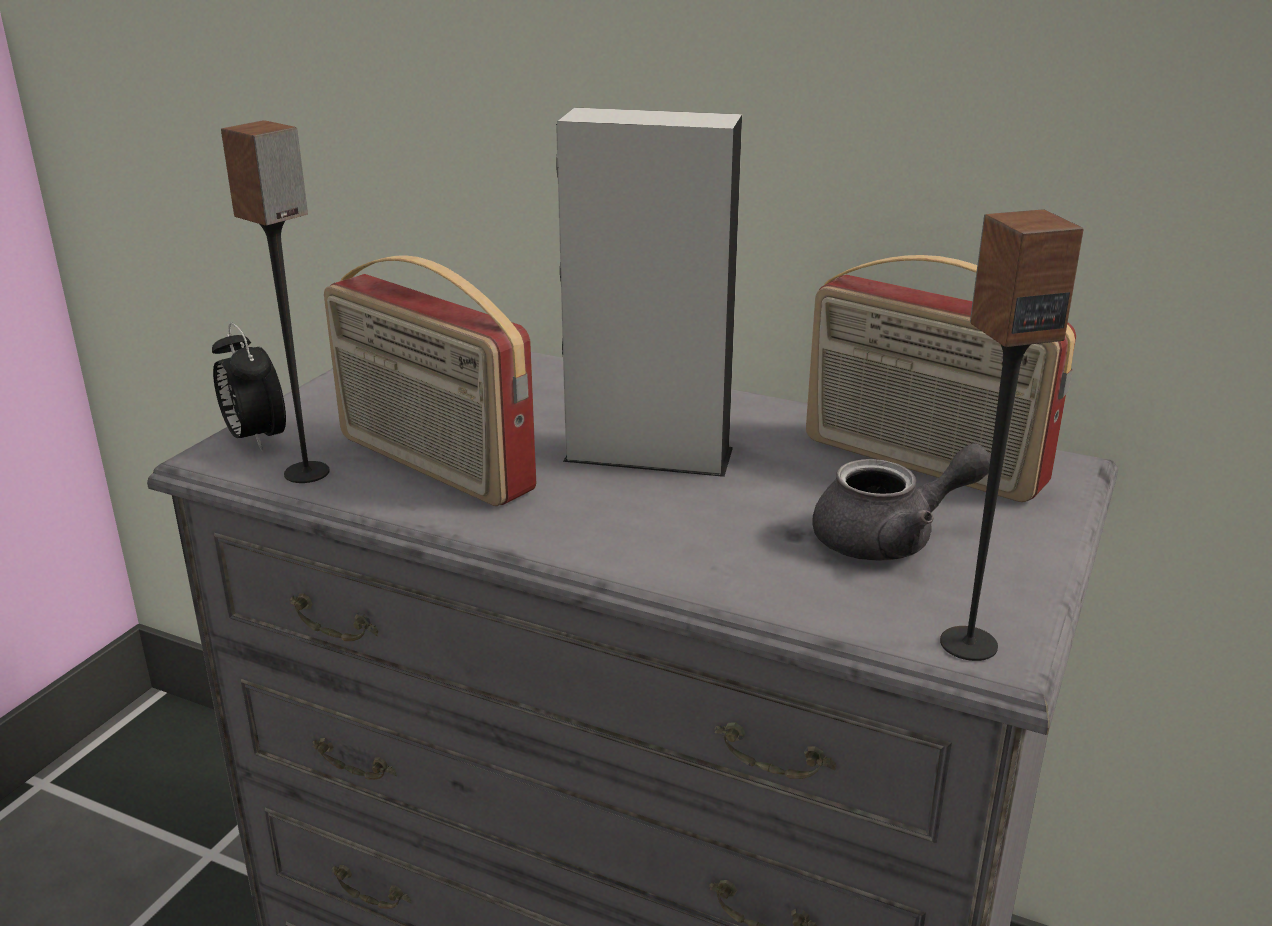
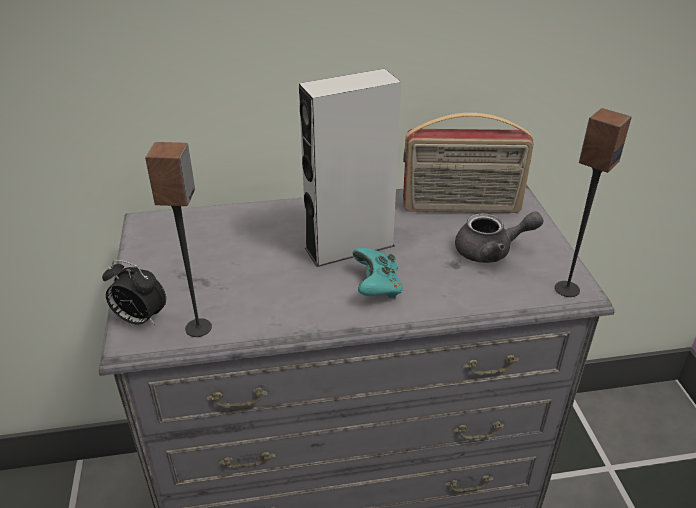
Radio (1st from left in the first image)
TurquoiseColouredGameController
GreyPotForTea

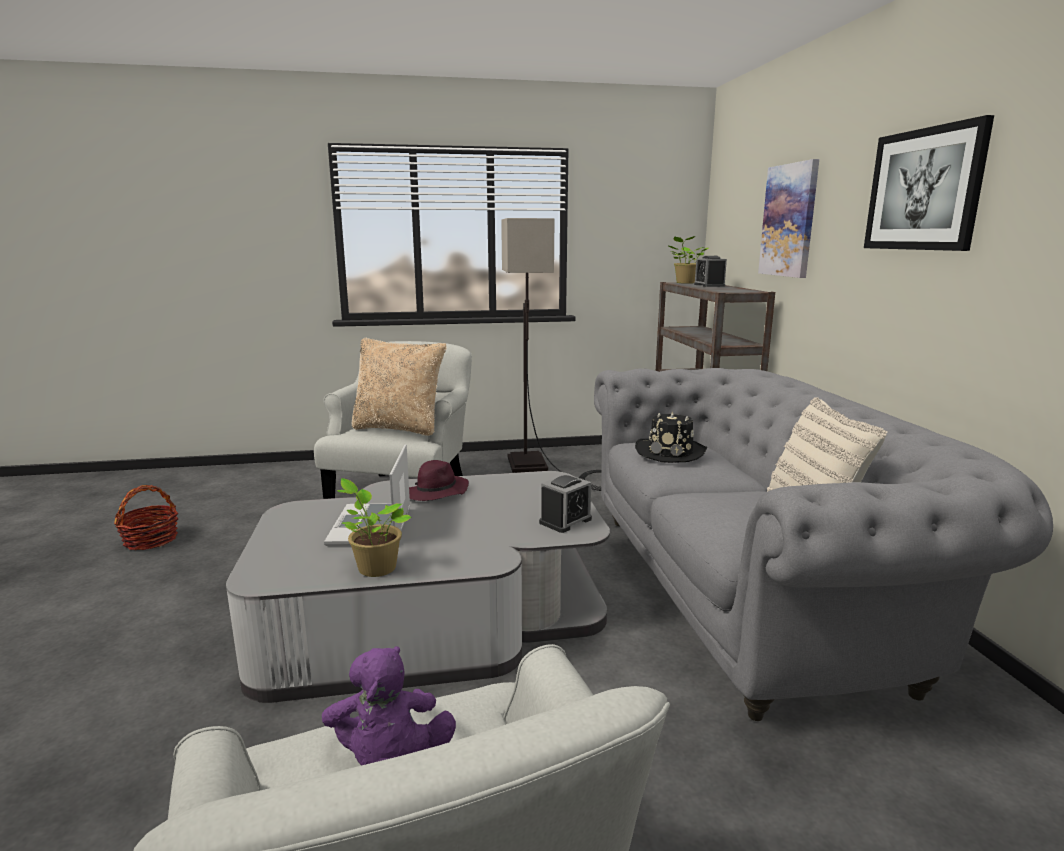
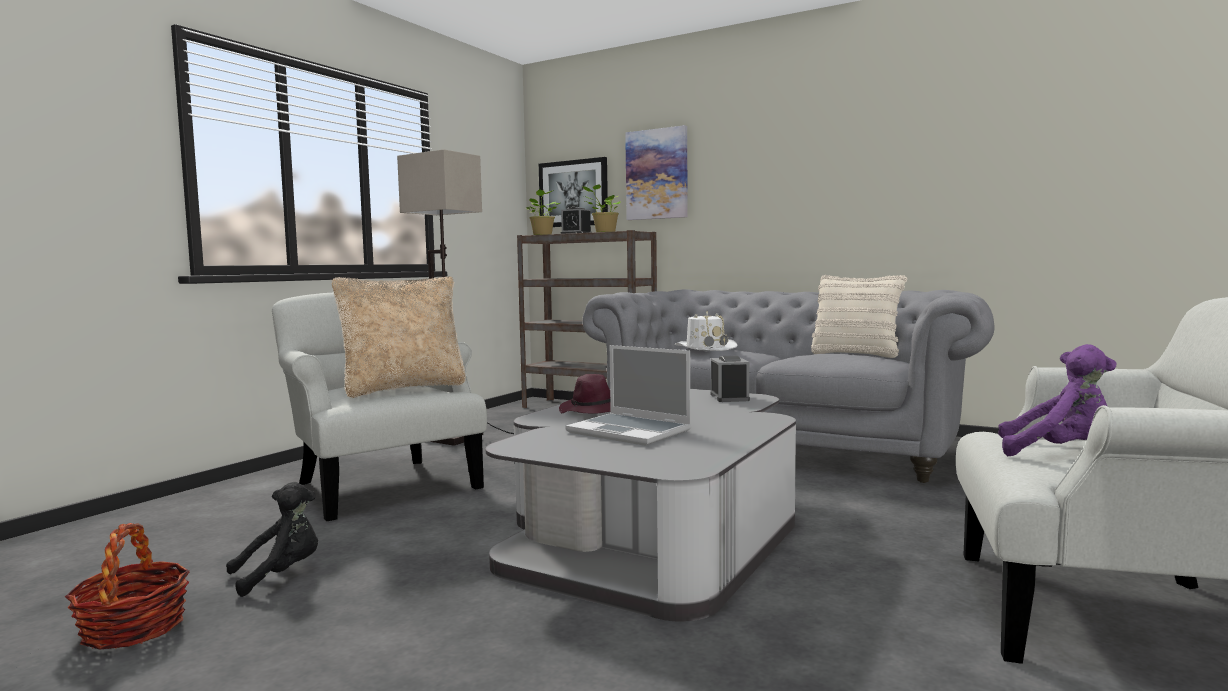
BlackColouredCuddlyToy
Houseplant (2nd from left)
WallArt (1st from left)
WhitishHat

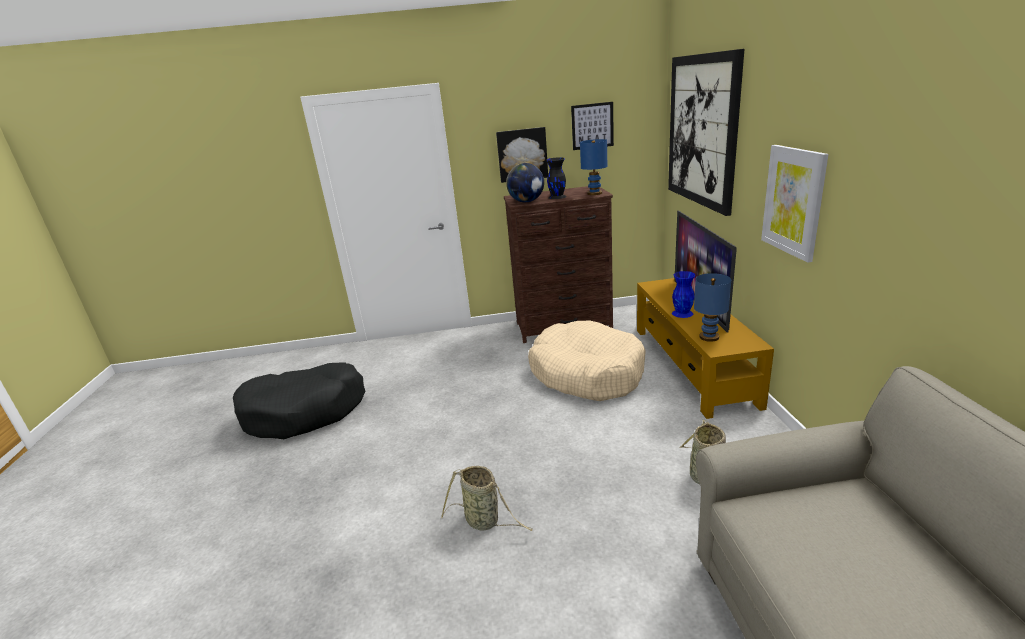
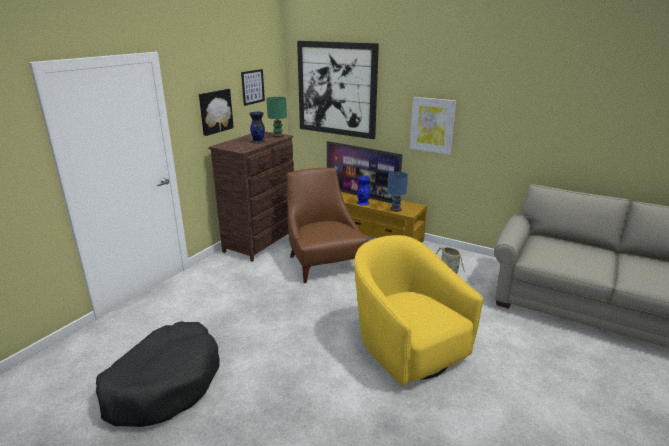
WorldGlobe
YellowColouredEasyChair
BrownishEasyChair
GreenishLampForATable

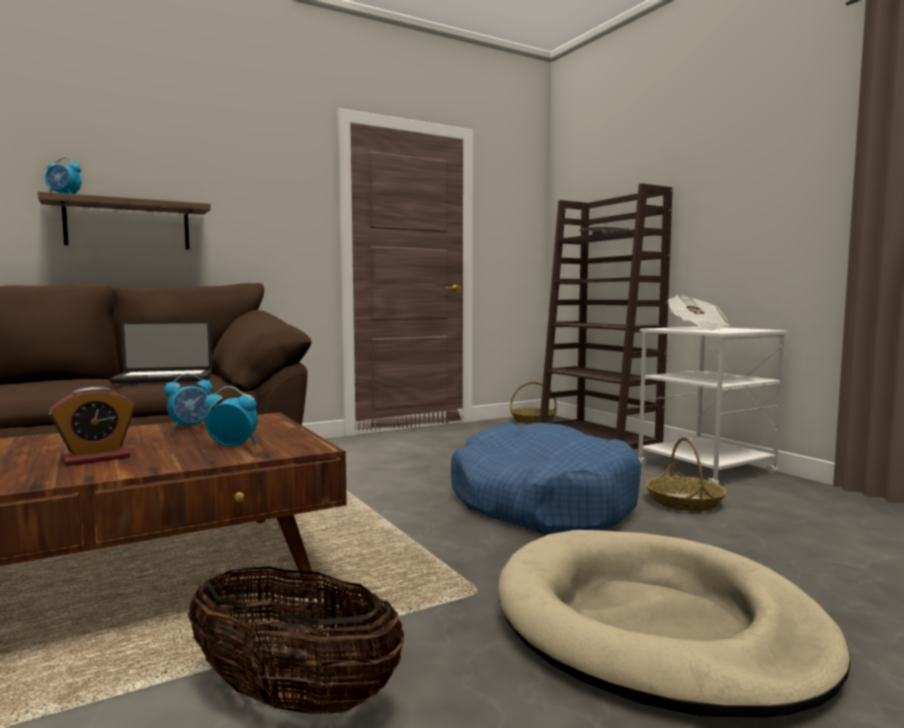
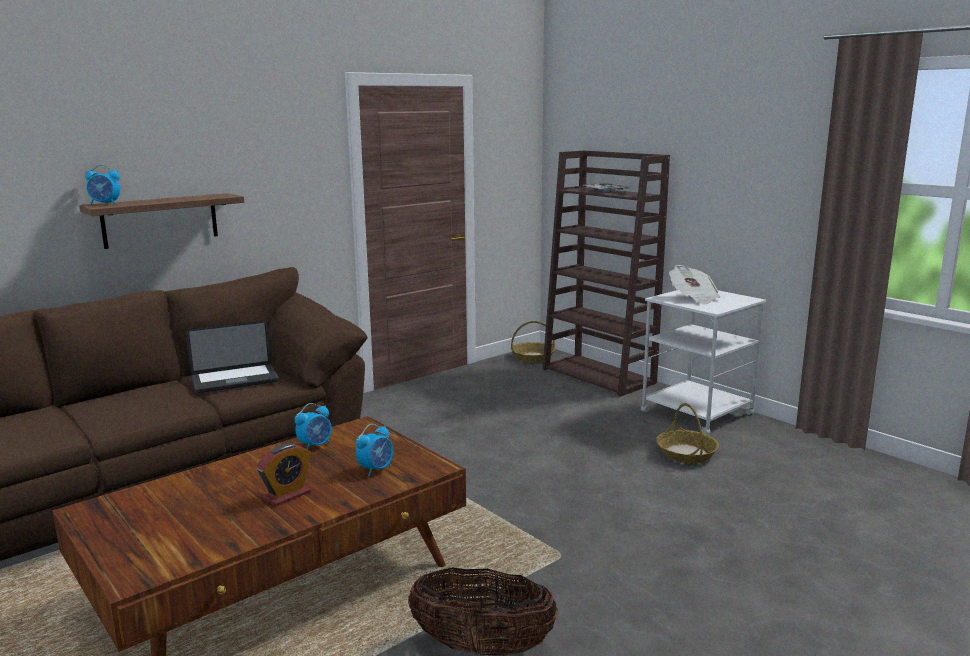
BluishDogCushion
SandColouredDogCushion
BedsideClock (4th from left)

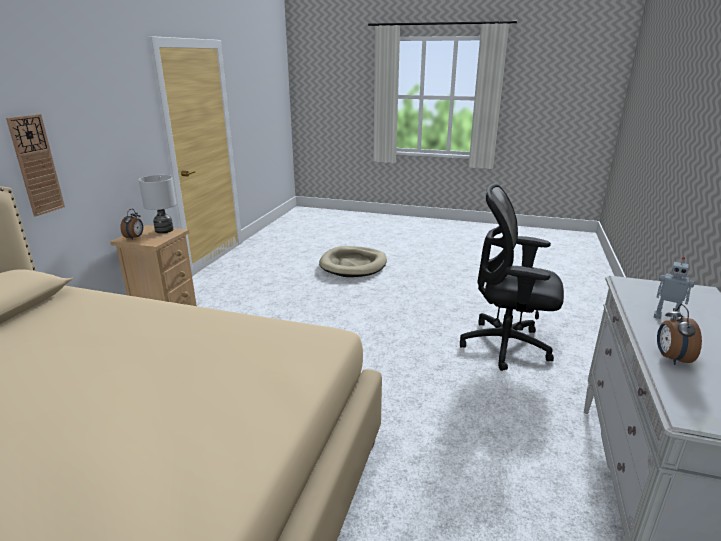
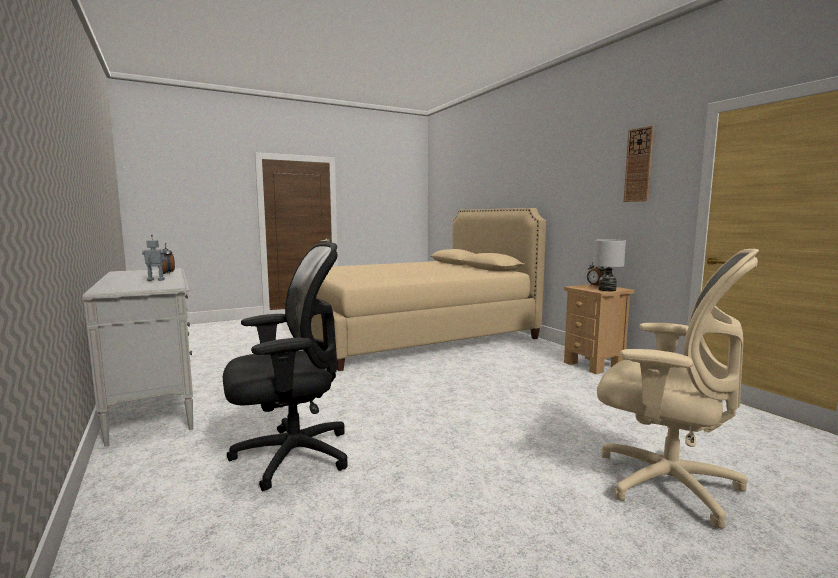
WallClock
SandColouredComputerChair

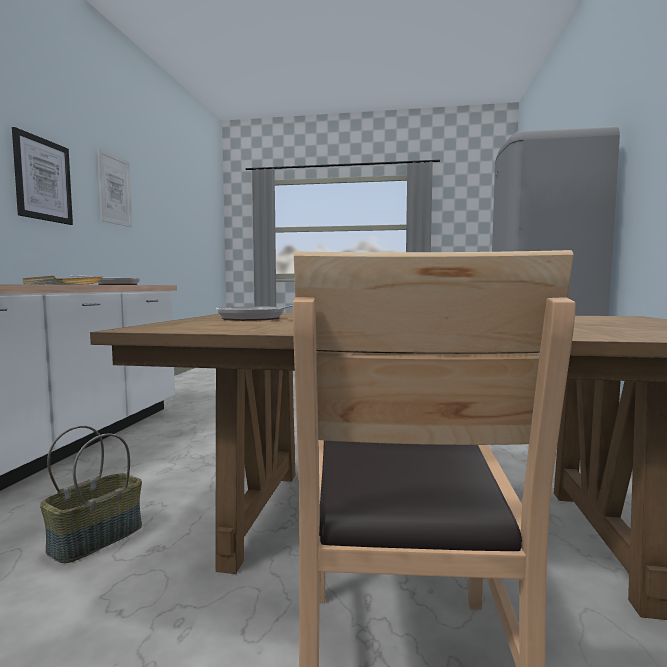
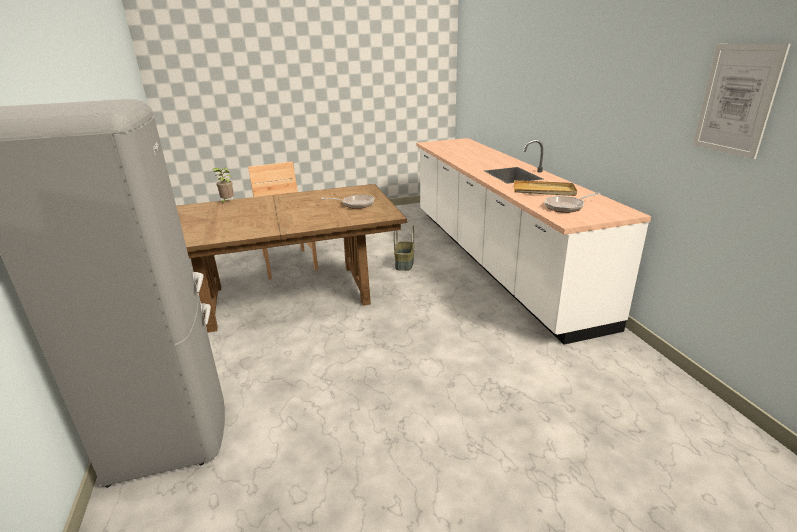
WallArt (1st from left in the first image)
Houseplant

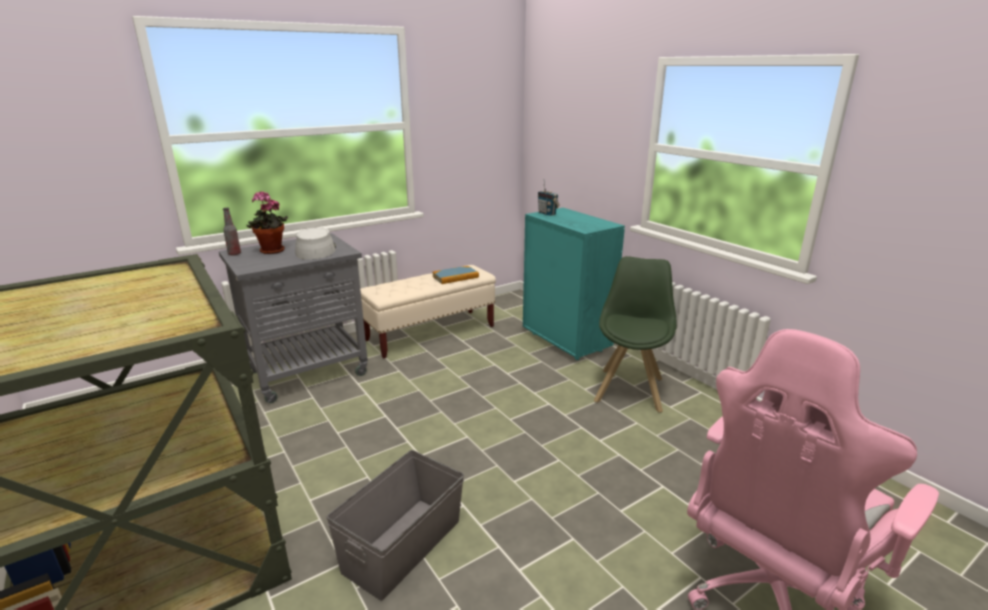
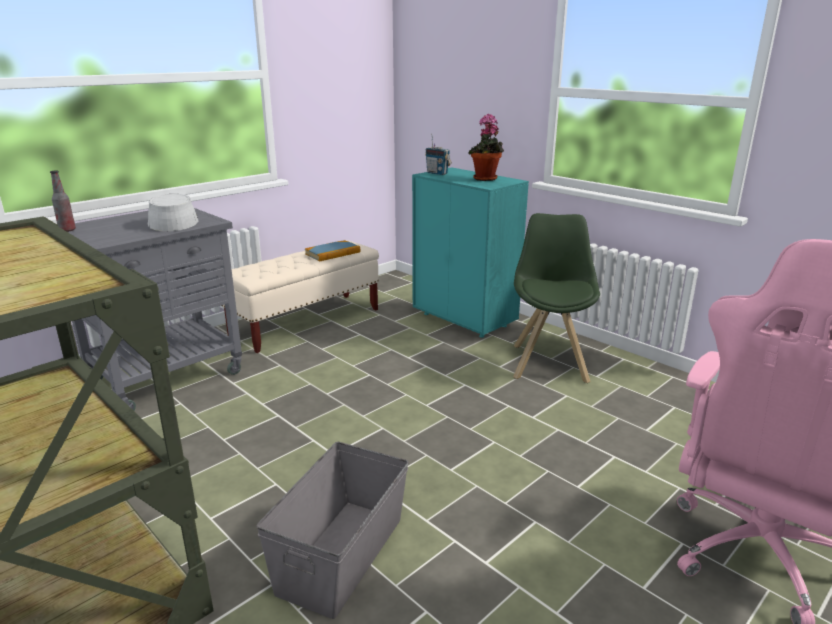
Houseplant

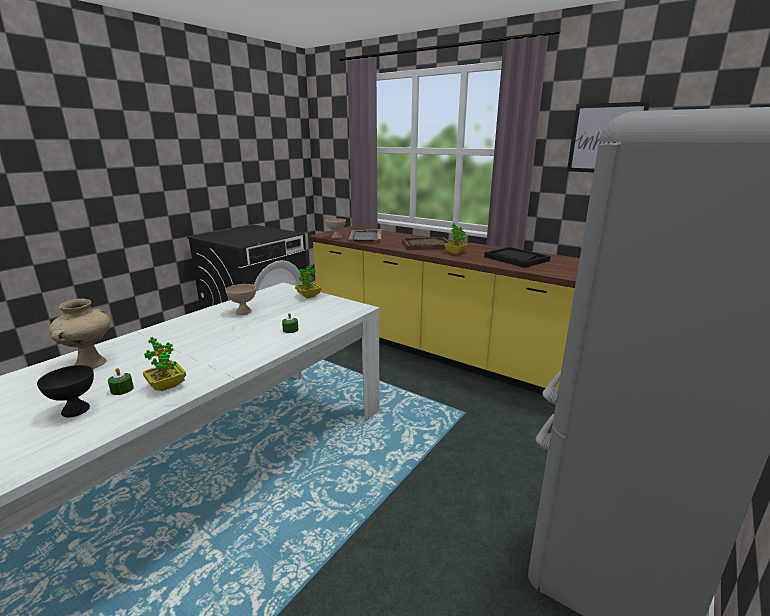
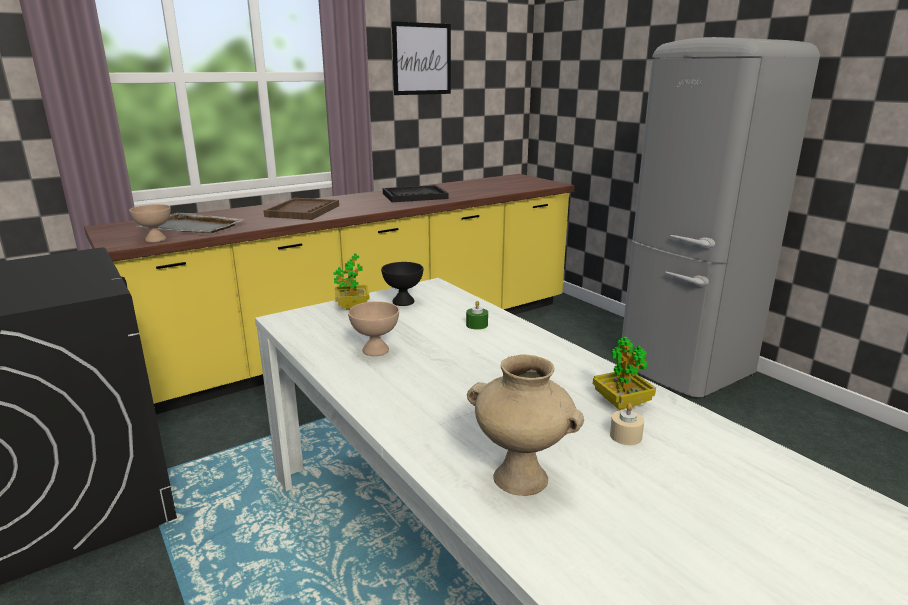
Houseplant (3rd from left in the first image)
BlackColouredBowl
SandColouredWaxLight

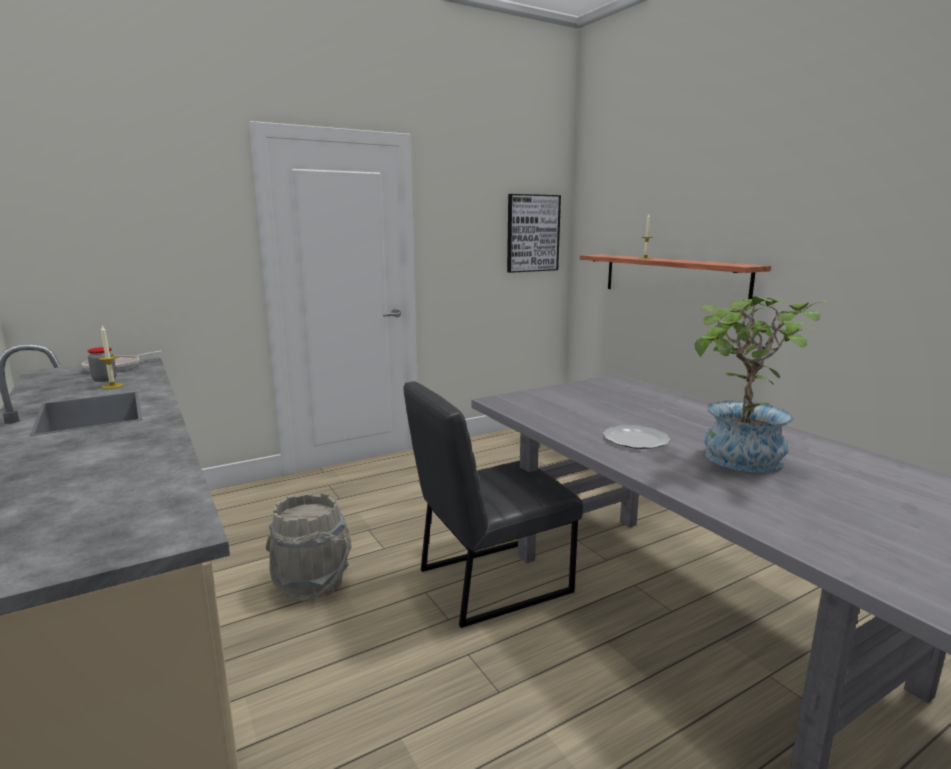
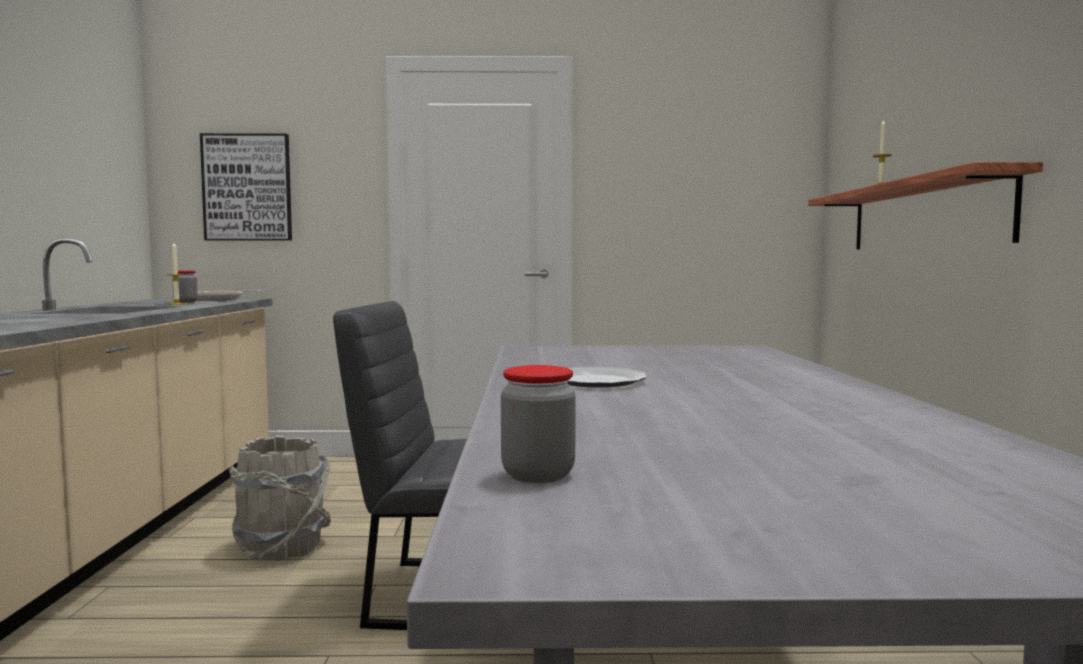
Houseplant
Jar (2nd from left)
WallArt

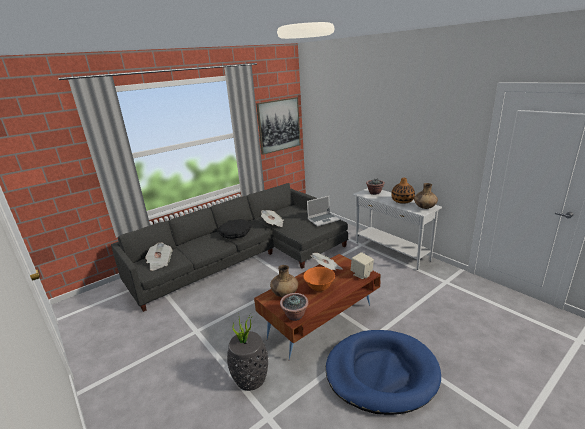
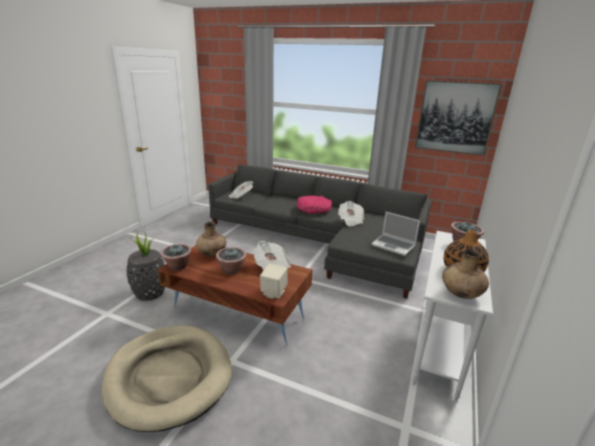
Houseplant (3rd from left)
PinkColouredPillow
SandColouredDogCushion

